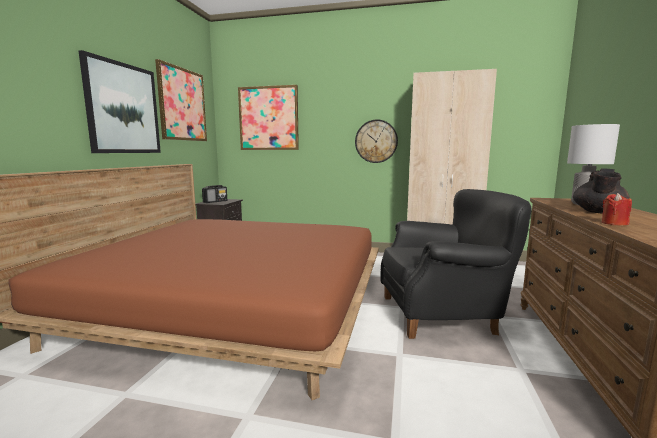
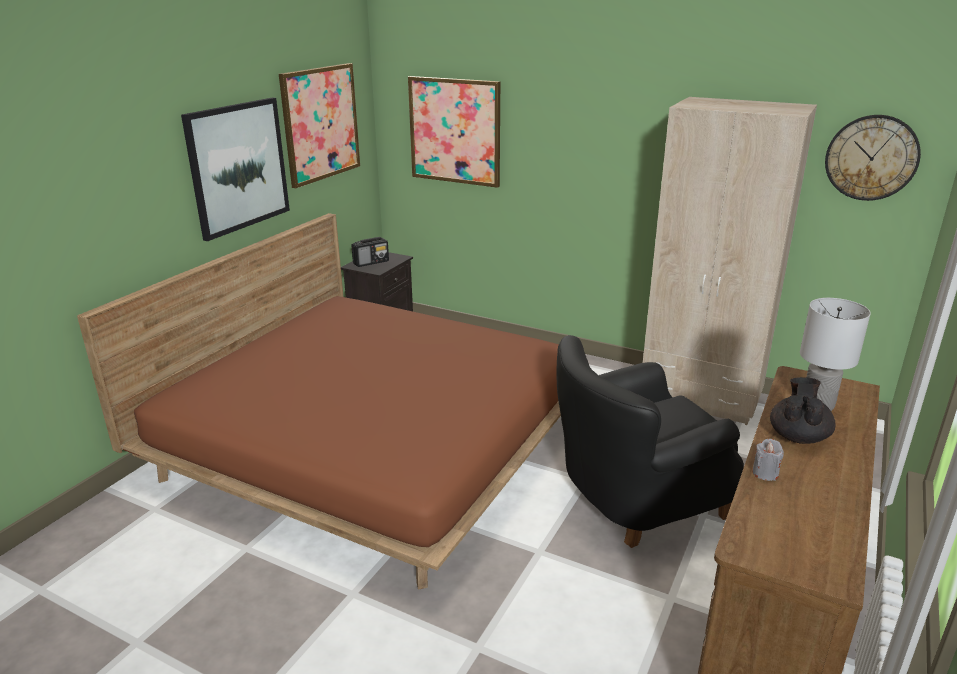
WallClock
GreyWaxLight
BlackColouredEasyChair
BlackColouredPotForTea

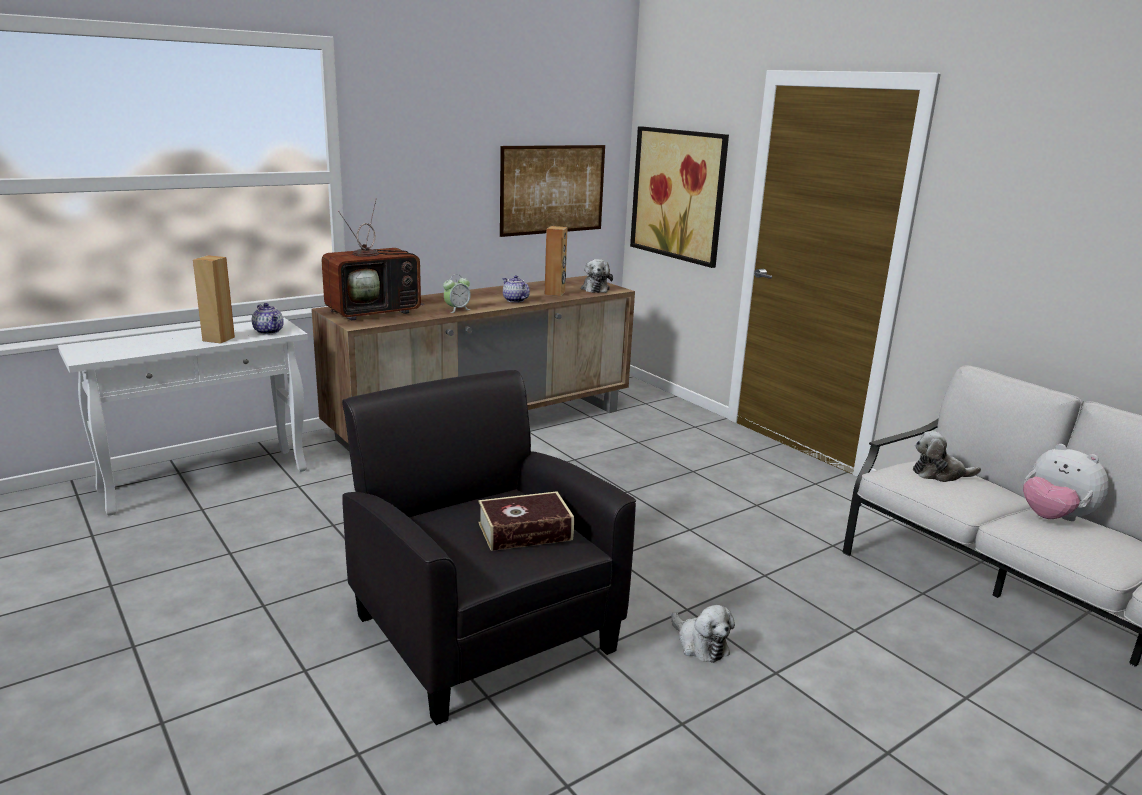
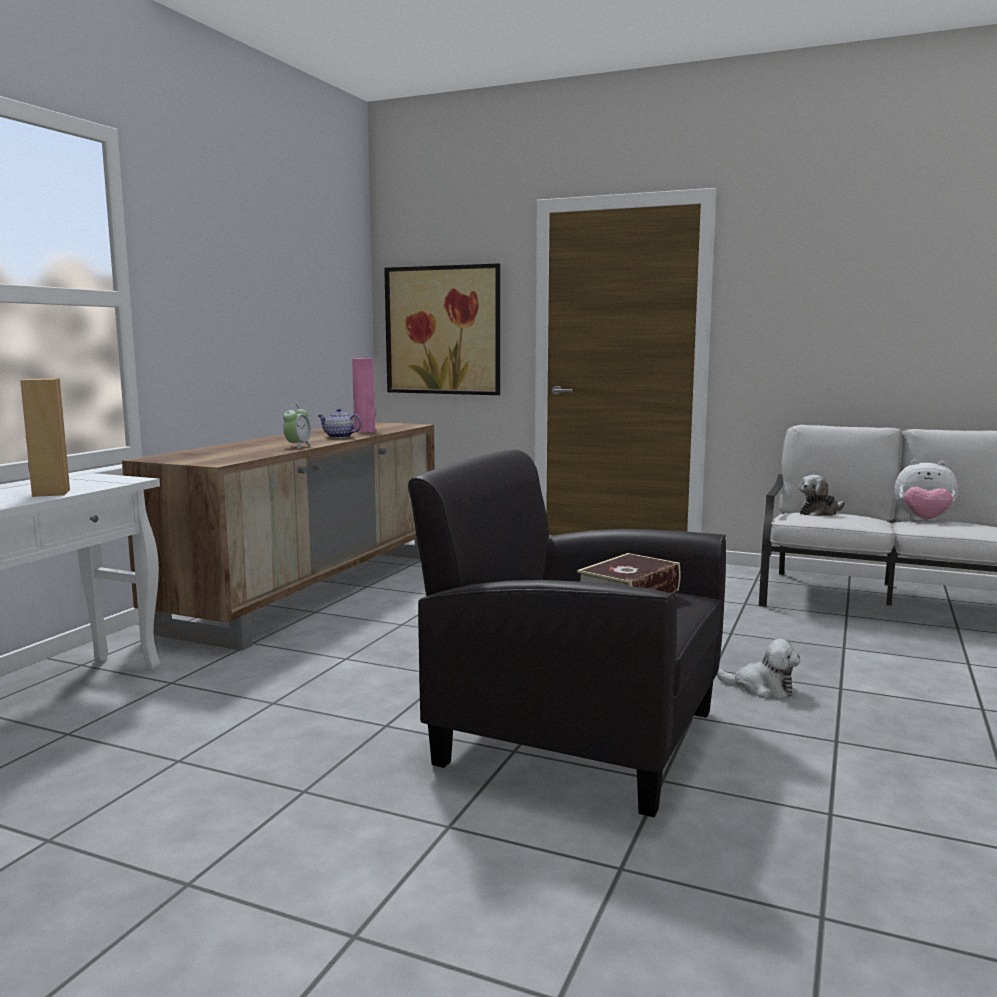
PotForTea (1st from left in the first image)
Television
WallArt (1st from left in the first image)
CuddlyToy (1st from left in the first image)
PinkColouredLoudspeaker

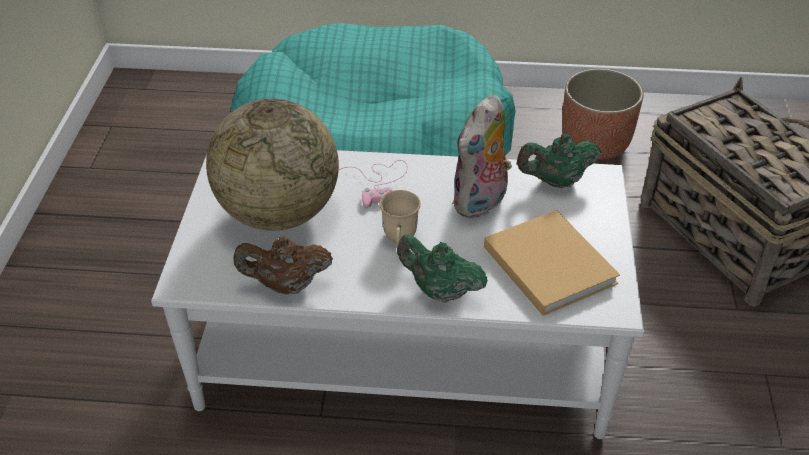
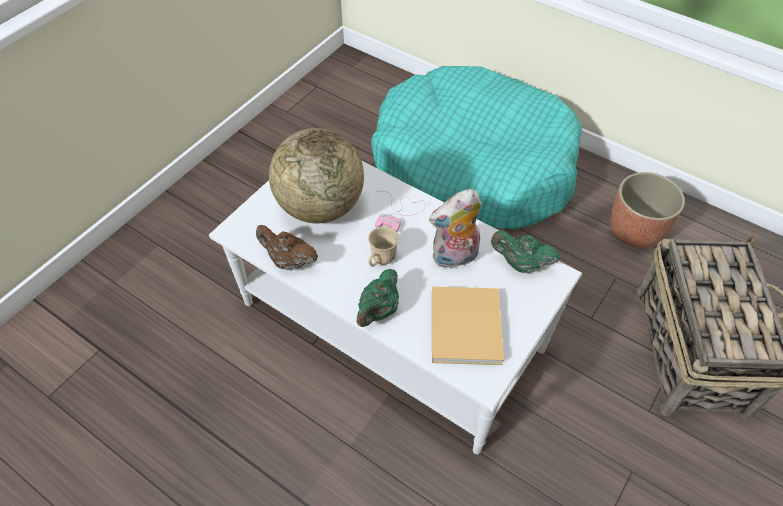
GreenishPotForTea (1st from left)

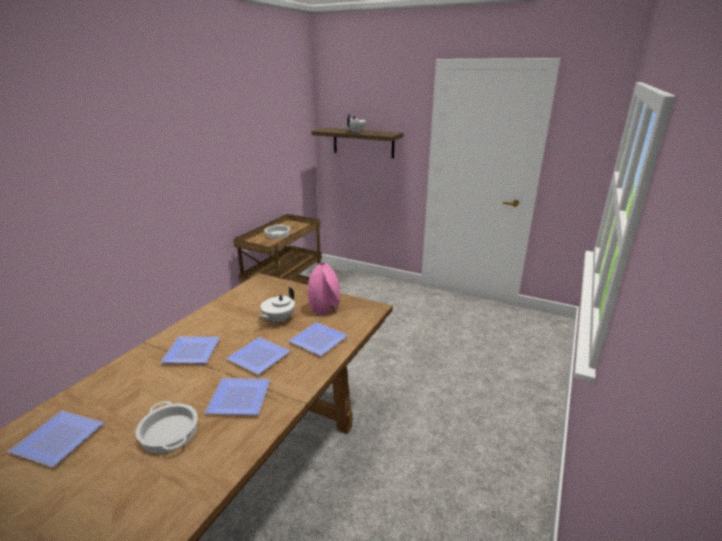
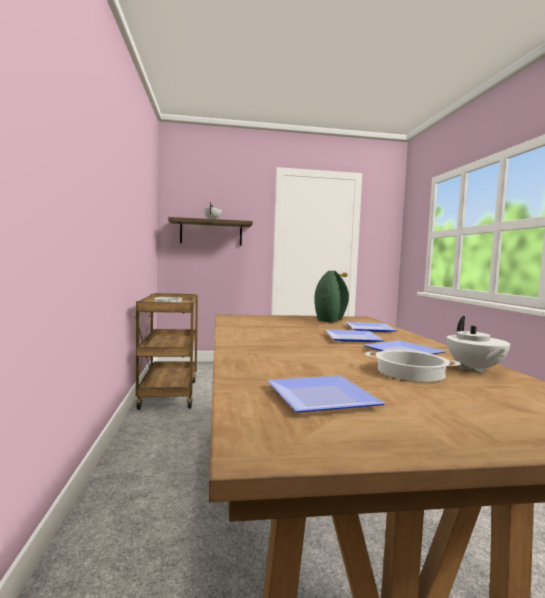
Plate (2nd from left in the first image)
WhitishPotForTea (2nd from left)
GreenishDecorativeVase

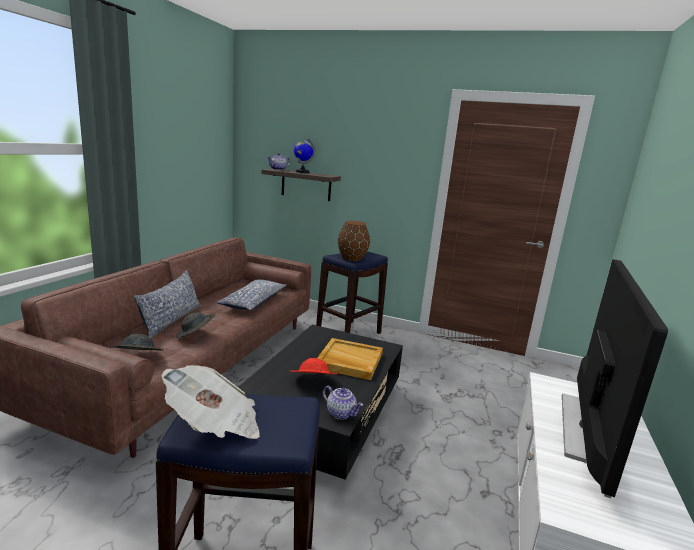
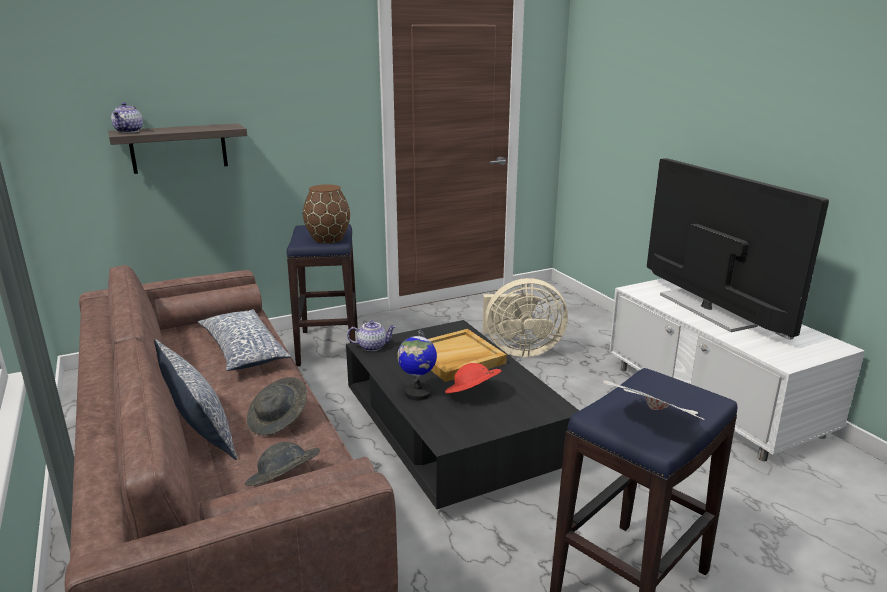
SandColouredFan
WorldGlobe
PotForTea (2nd from left)

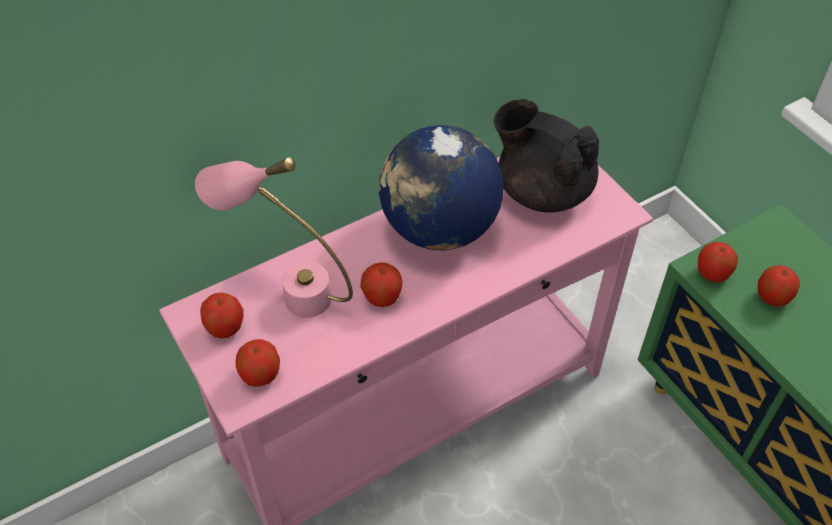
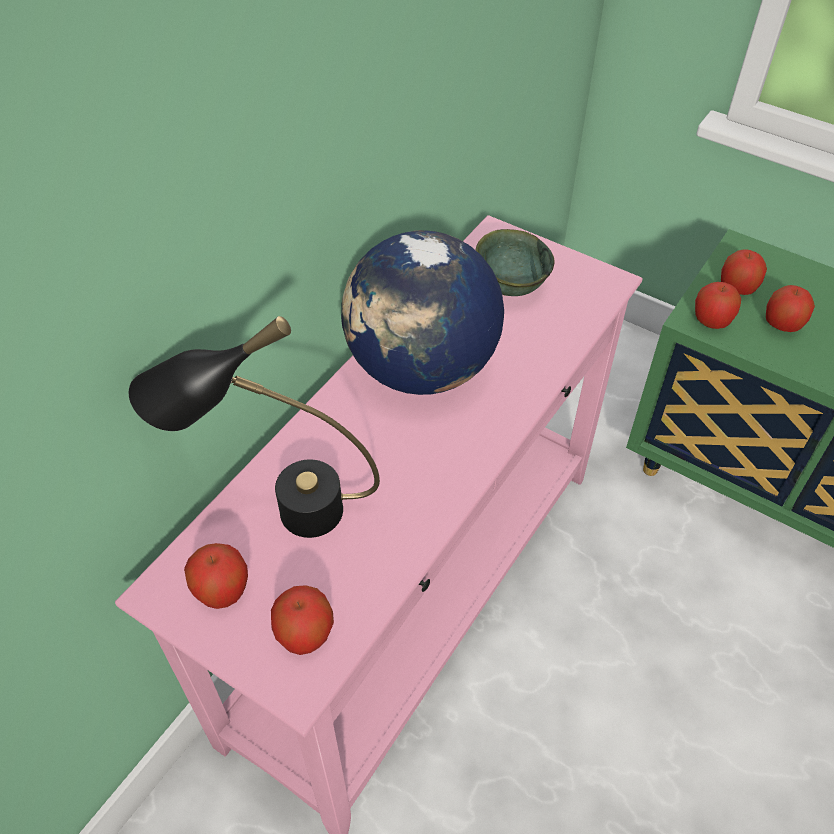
WholeApple (4th from left)
GreenishBowl
BlackColouredLampForATable

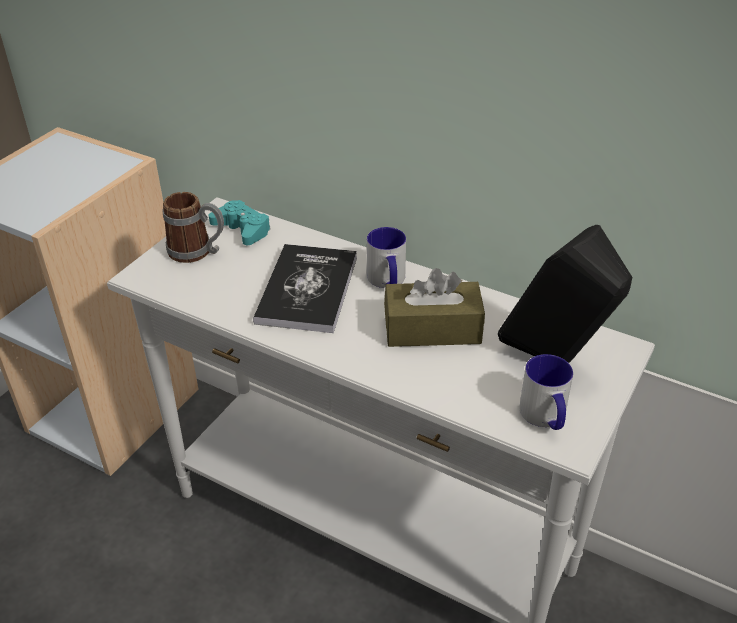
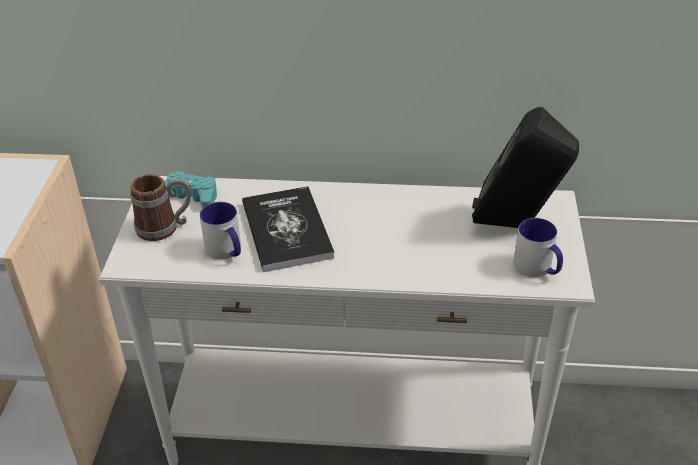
BrownishBoxOfTissues
CoffeeMug (2nd from left)

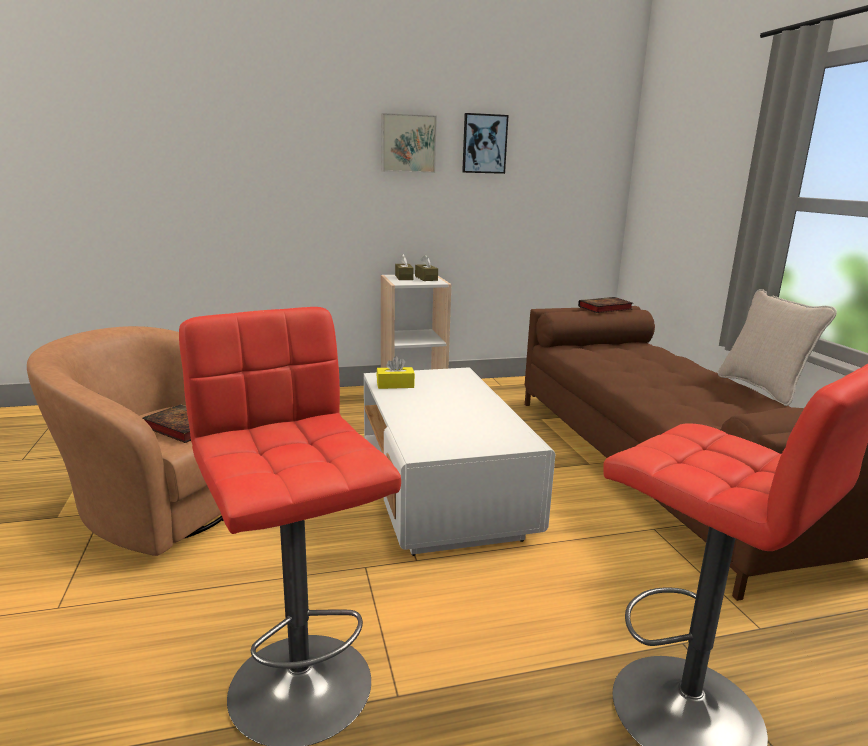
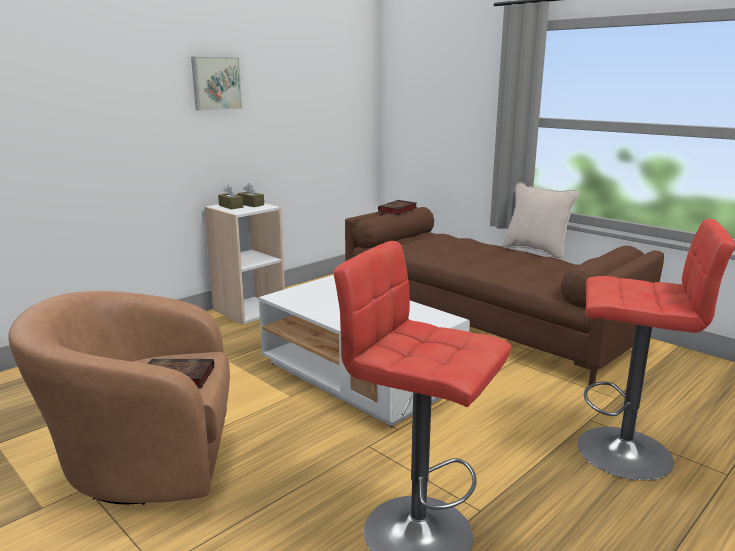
YellowColouredBoxOfTissues
WallArt (2nd from left in the first image)

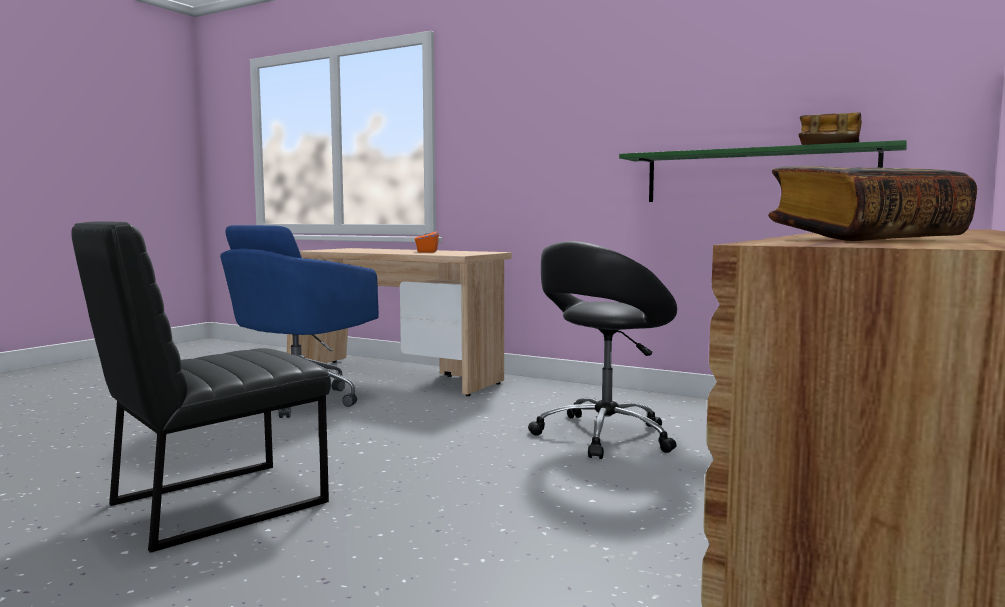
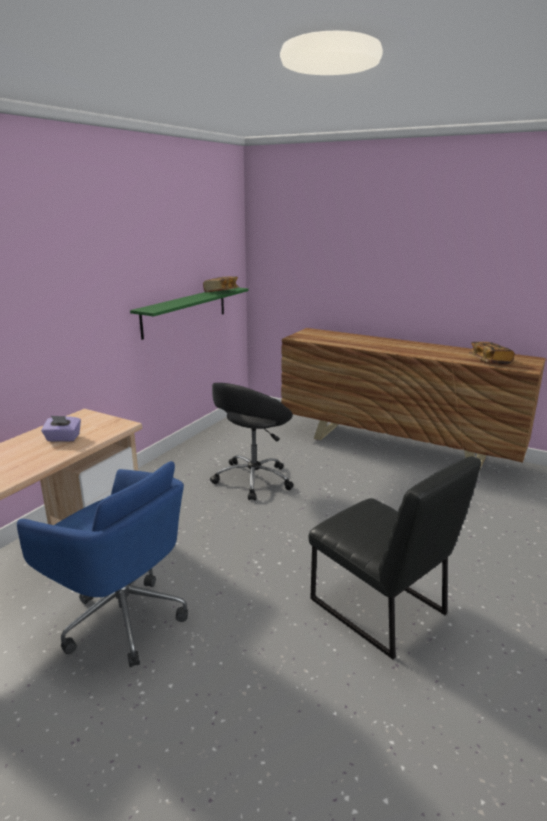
PurpleColouredBoxOfTissues
BlackColouredComputerChair

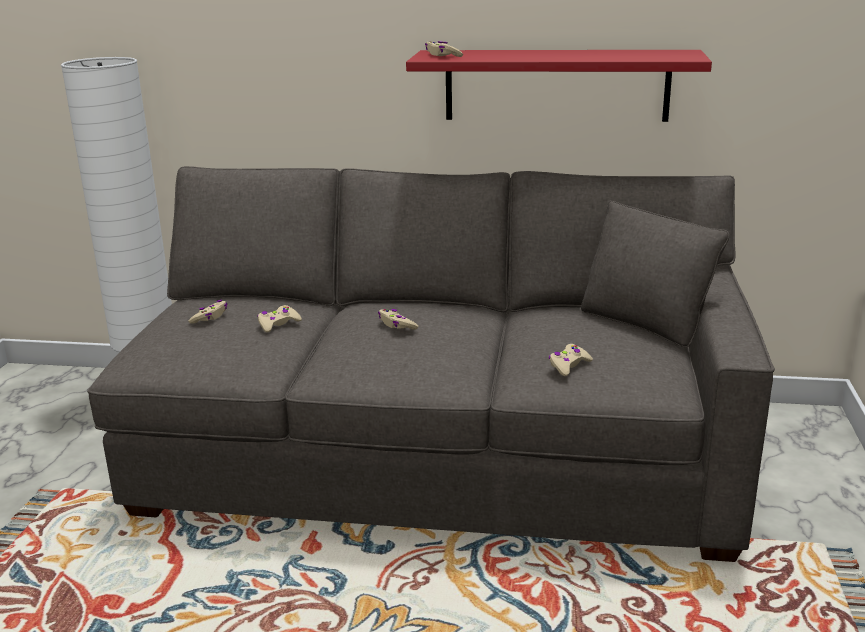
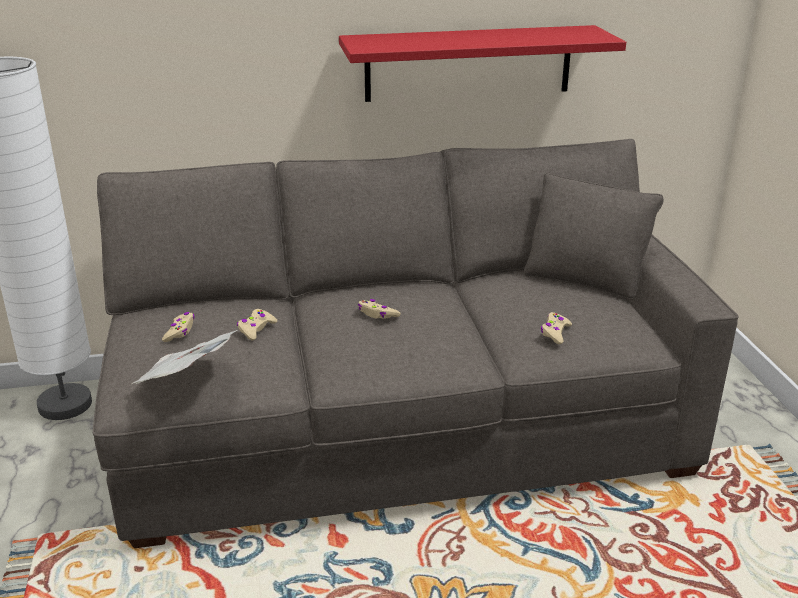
SandColouredGameController (4th from left in the first image)
Newspaper

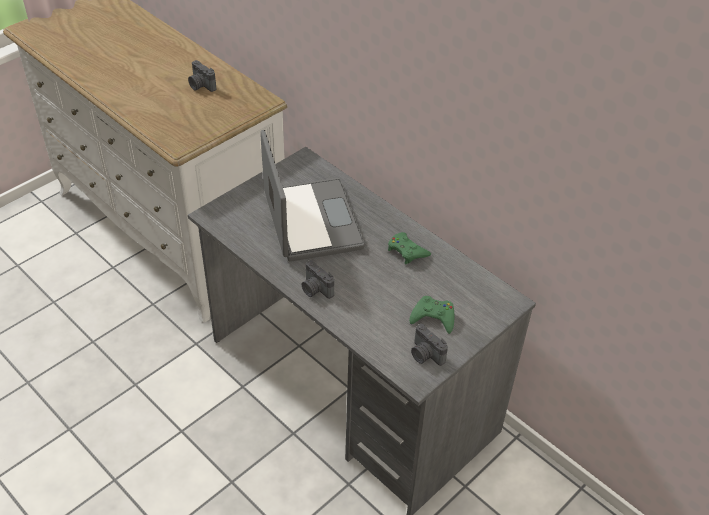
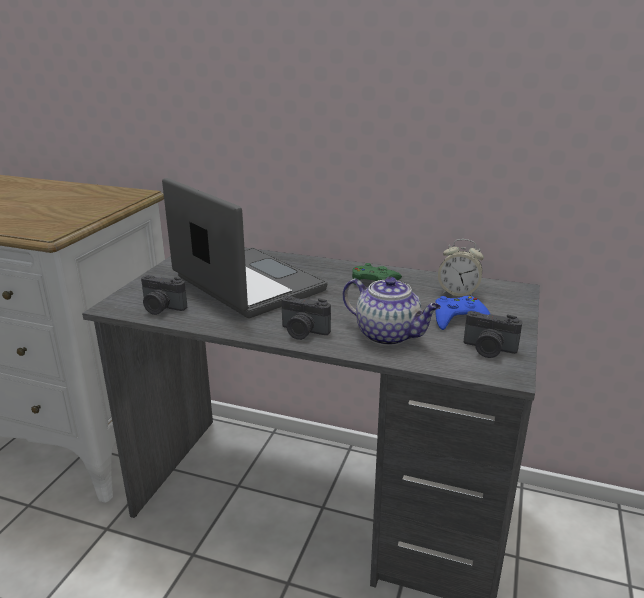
PotForTea
BedsideClock
StillCamera (1st from left)
BluishGameController

